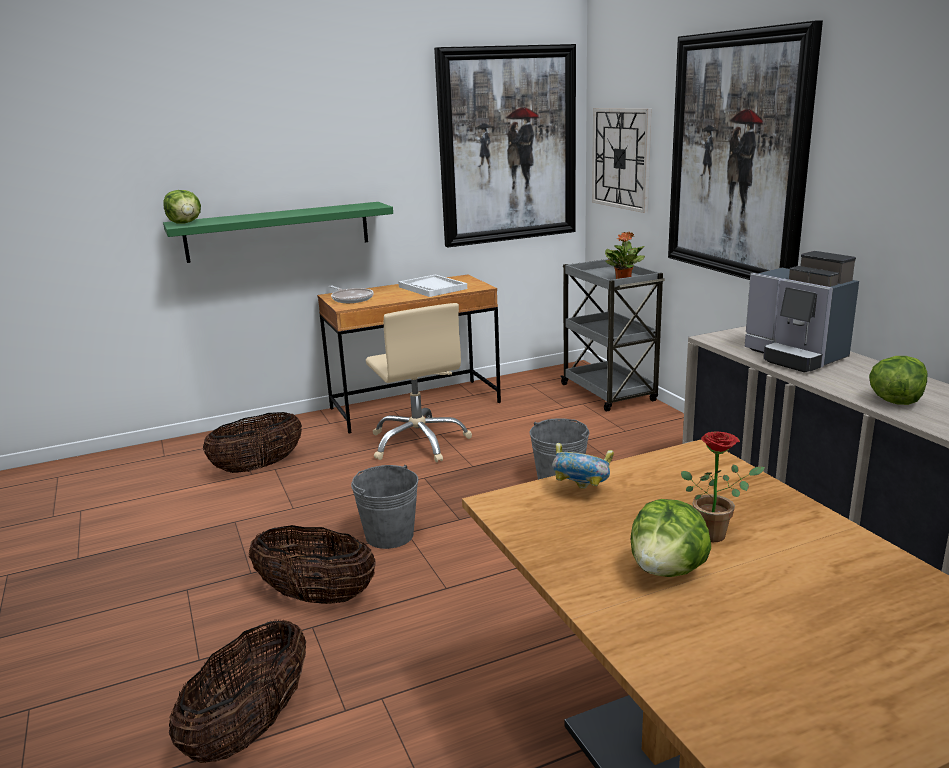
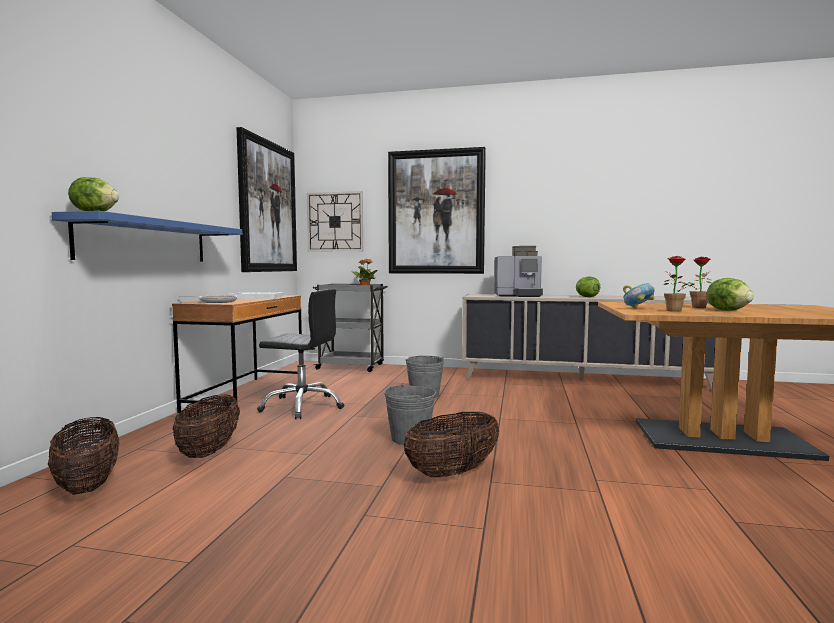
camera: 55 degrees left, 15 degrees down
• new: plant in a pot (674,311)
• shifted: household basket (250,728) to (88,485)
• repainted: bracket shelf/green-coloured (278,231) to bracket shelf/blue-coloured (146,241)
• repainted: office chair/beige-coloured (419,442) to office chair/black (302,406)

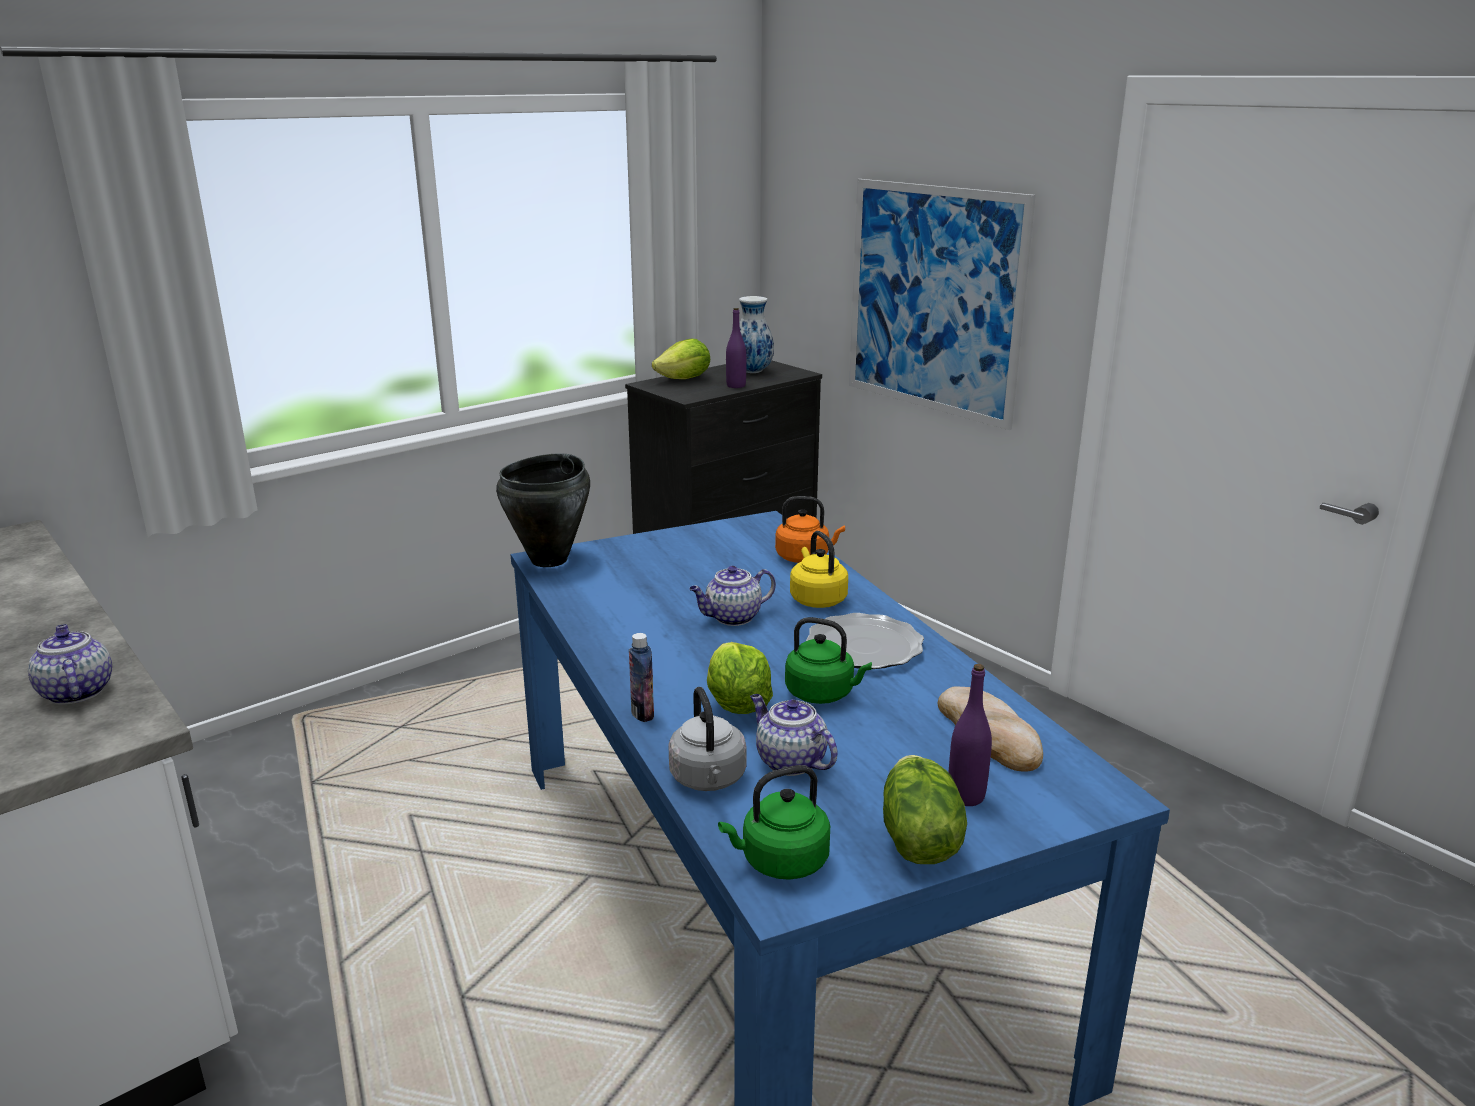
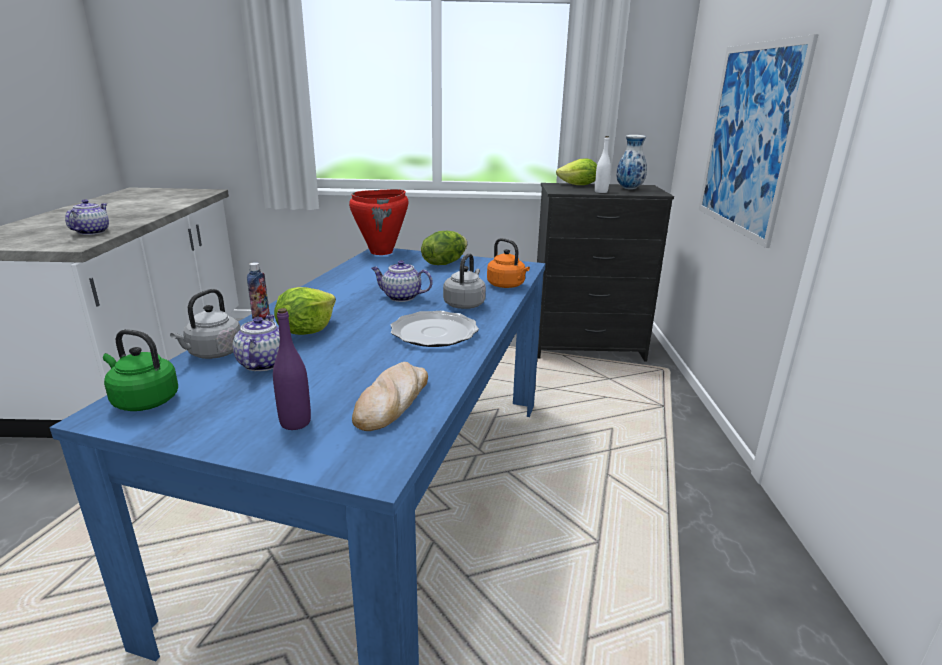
camera: 40 degrees right, 0 degrees up
• gone: kettle/green-coloured (823,694)
• shifted: lettuce (917,839) to (444,263)
• repainted: cooking pot/black (550,560) to cooking pot/red (382,252)
• repainted: drink bottle/purplish (736,386) to drink bottle/white-coloured (601,192)
• repainted: kettle/yellow-coloured (816,599) to kettle/grey (465,304)

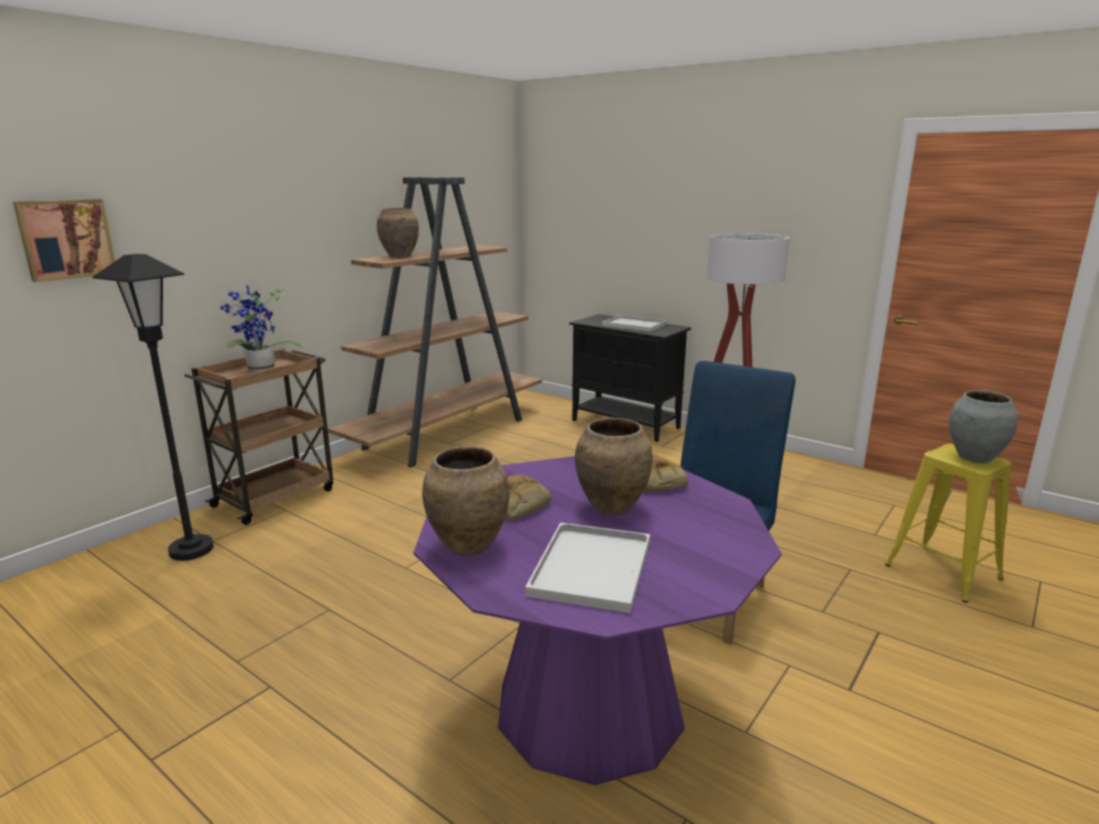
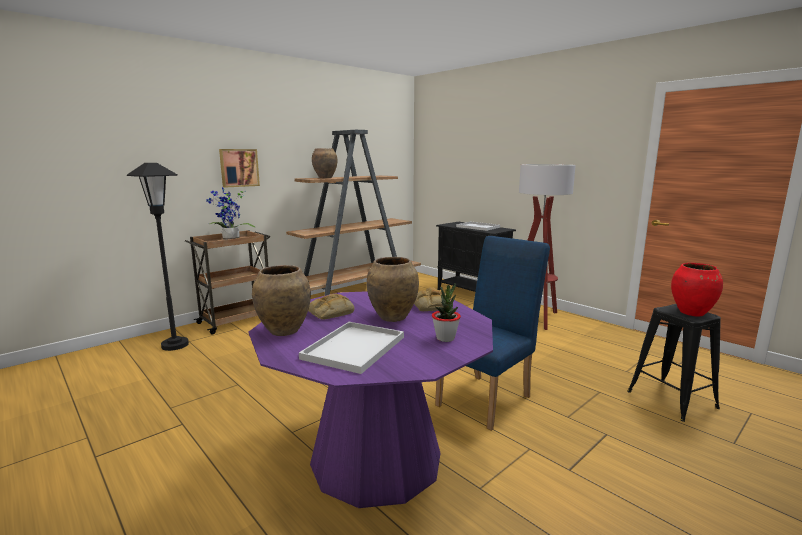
camera: 10 degrees right, 5 degrees down
• new: plant in a pot (445,338)
• shifted: wall art (66,239) to (239,168)
• repainted: sitting stool/yellow-coloured (943,572) to sitting stool/black (671,400)
• repainted: flower vase/grey (975,458) to flower vase/red (692,313)

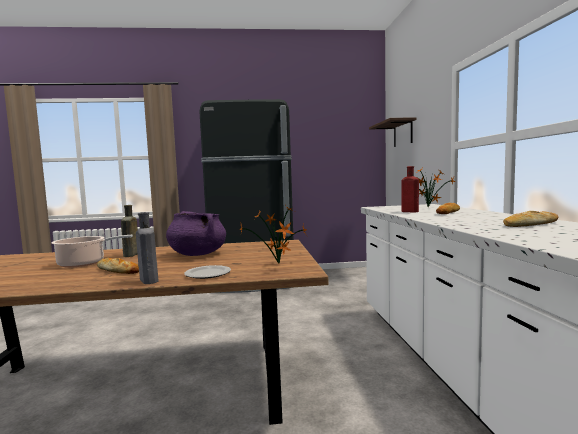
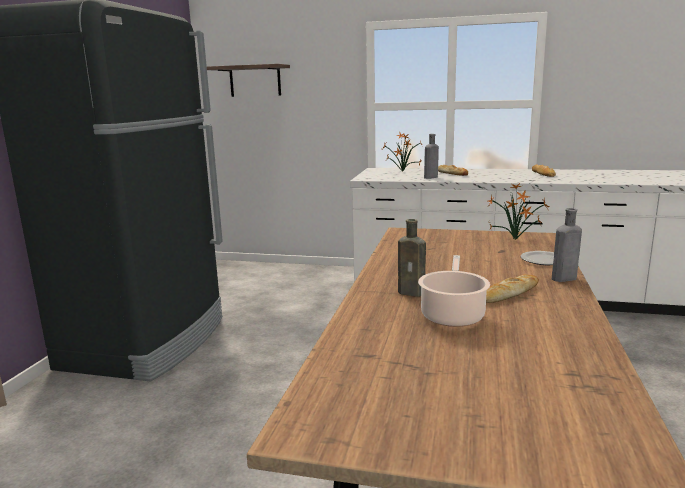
camera: 70 degrees left, 10 degrees up
• gone: cooking pot/purplish (197,254)
• repainted: drink bottle/red (408,211) to drink bottle/grey (430,177)

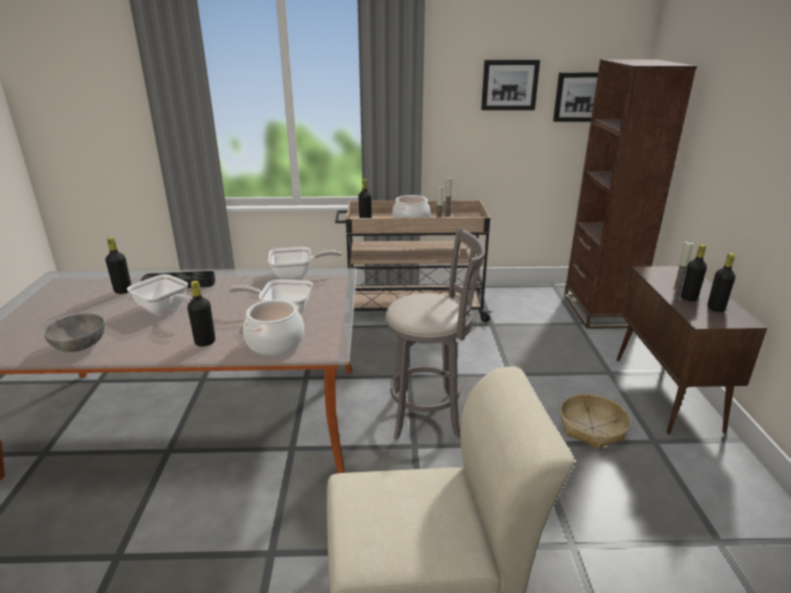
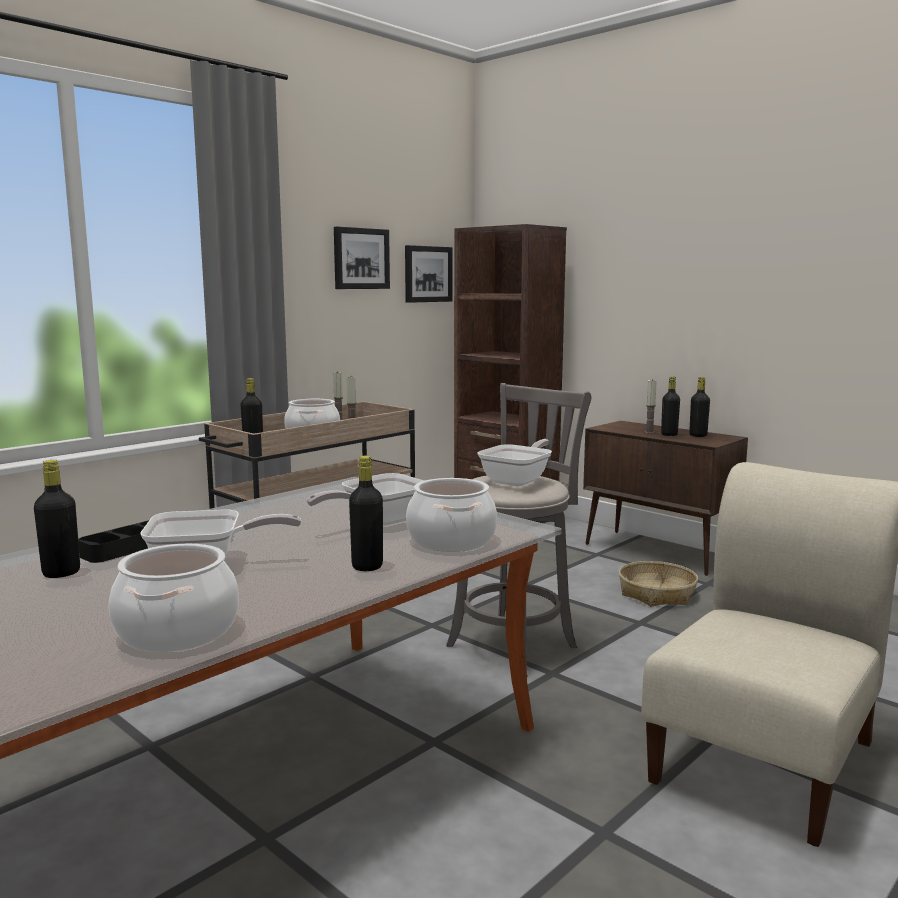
camera: 45 degrees left, 15 degrees down
• shifted: pan (297,274) to (519,480)
• swapped: serving bowl/grey (79,345) to cooking pot (177,631)

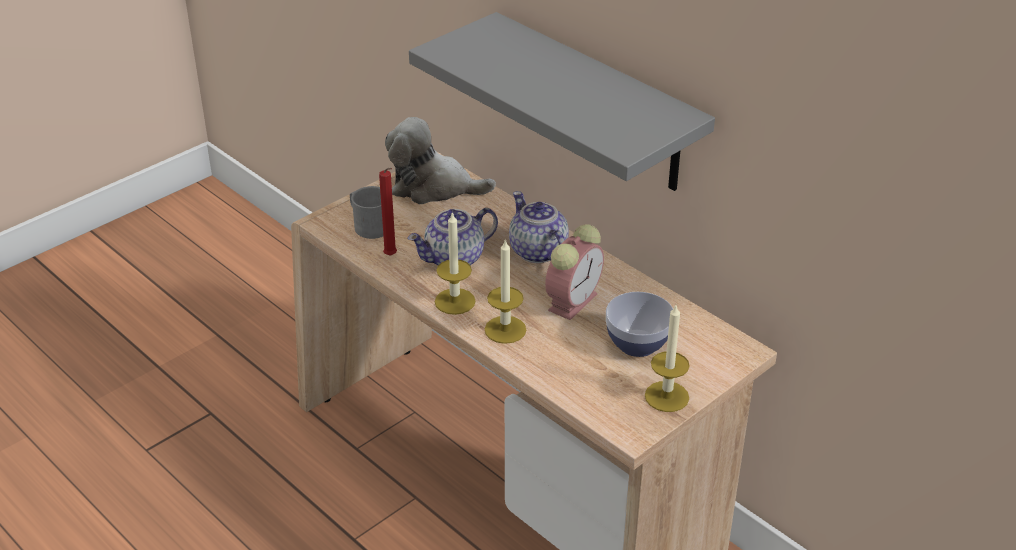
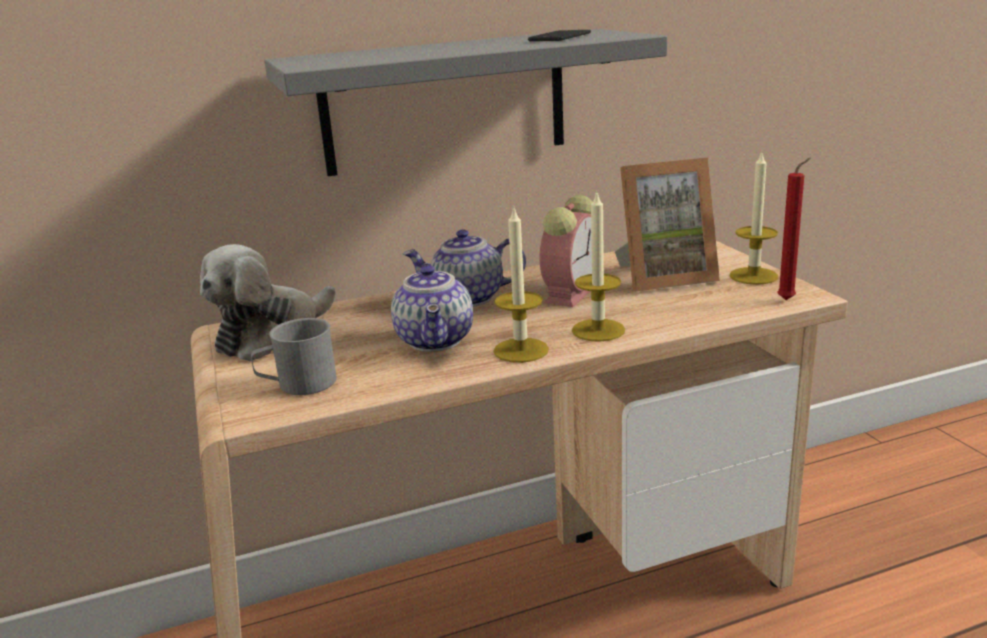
camera: 65 degrees left, 15 degrees down
• new: handset (560,37)
• shifted: wax candle/red (391,256) to (788,299)
• swapped: serving bowl (637,344) to picture frame (664,277)
• rotated: bedside clock (573,300) = (571,293) 60 degrees clockwise

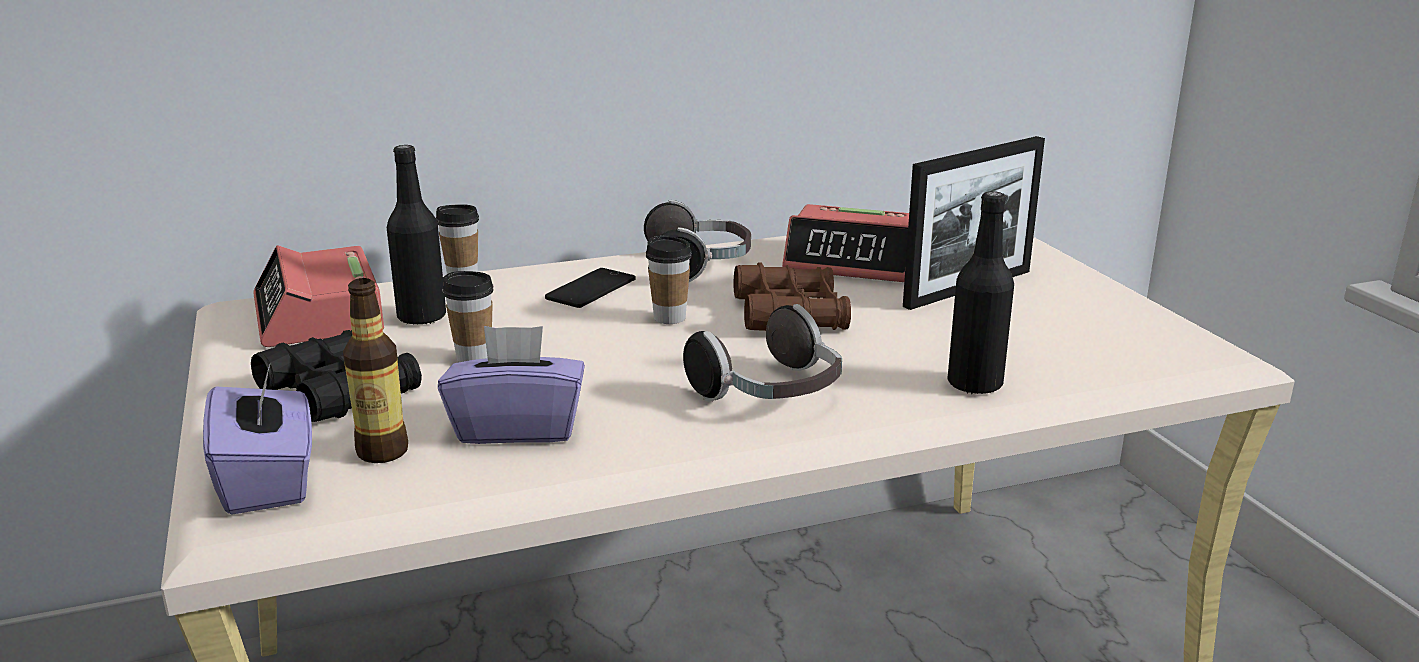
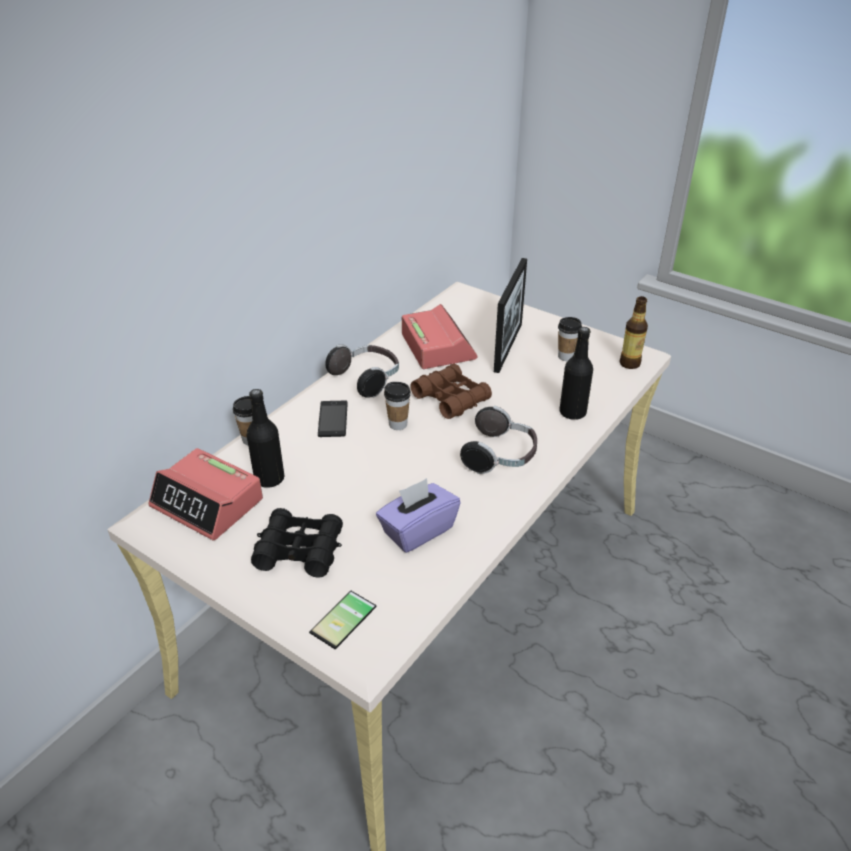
camera: 35 degrees left, 15 degrees up
• shifted: drink bottle (382,452) to (629,363)
• shifted: small cup (474,358) to (566,356)
• swapped: tissue holder/purplish (269,481) to handset (346,621)
• rotated: bedside clock (853,262) = (437,346) 90 degrees counterclockwise

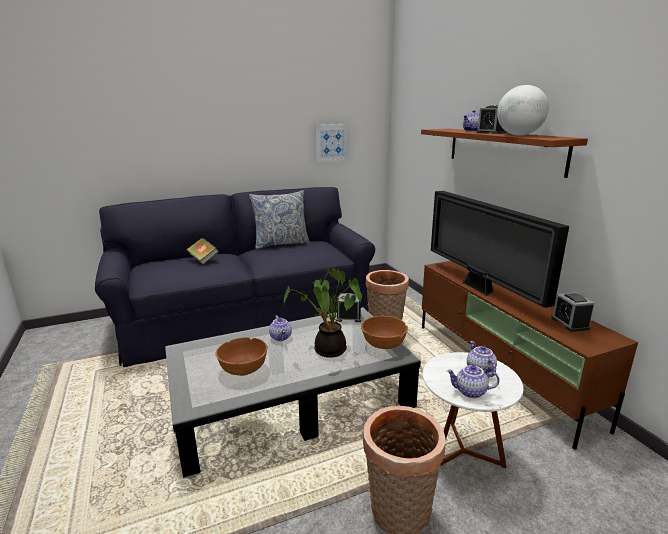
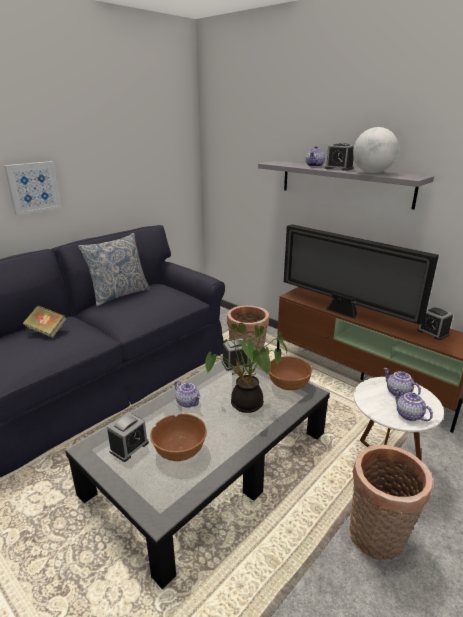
camera: 25 degrees left, 5 degrees up
• new: bedside clock (129,447)
• shifted: wall art (331,143) to (33,187)
• repainted: bracket shelf/brown (503,149) to bracket shelf/grey (344,183)
• rotated: pot for tea (470,392) = (408,415) 75 degrees clockwise

